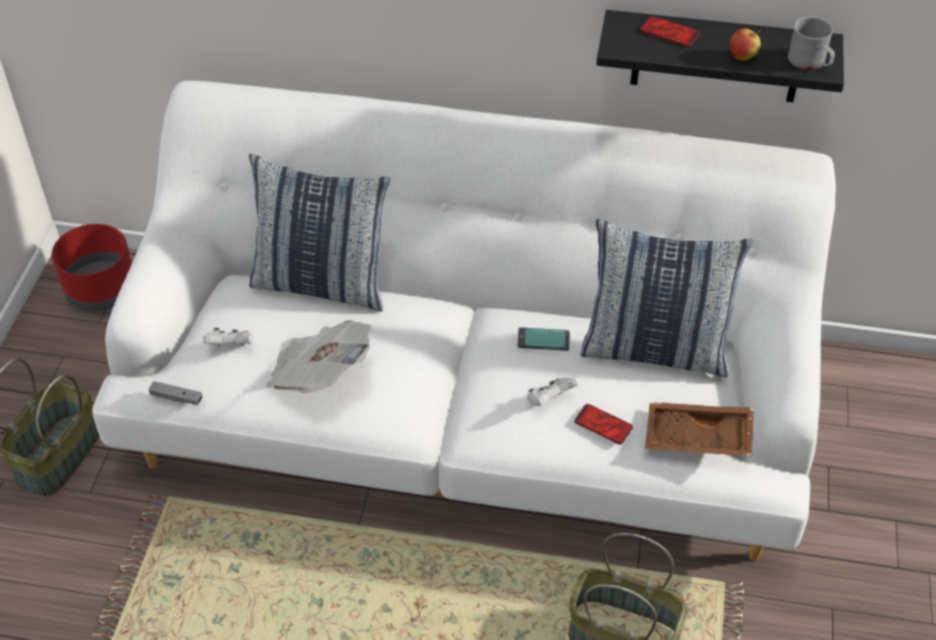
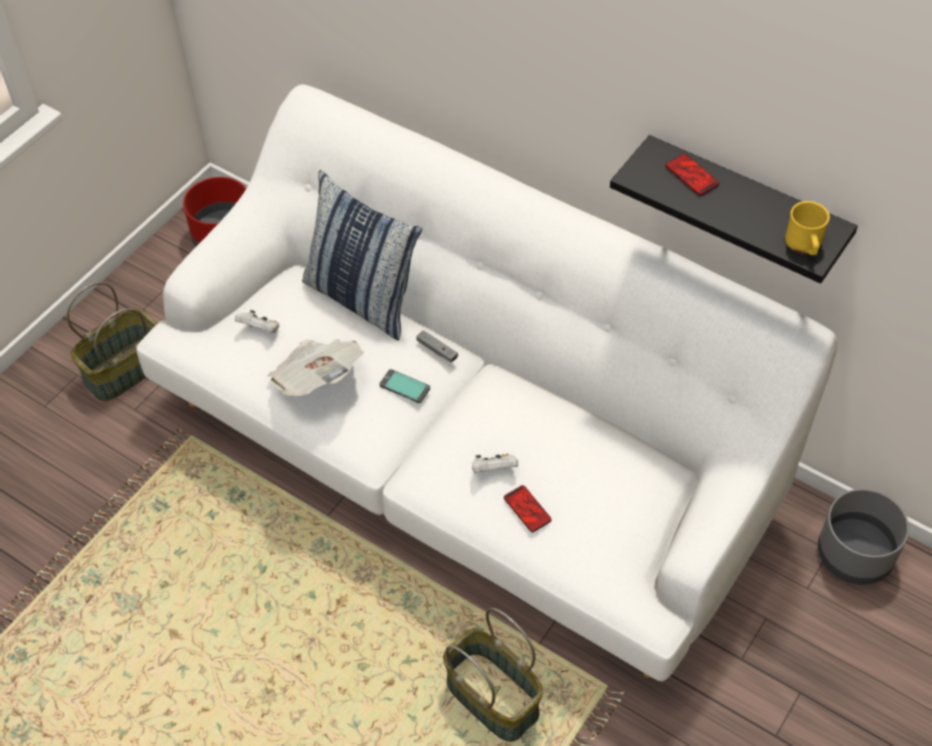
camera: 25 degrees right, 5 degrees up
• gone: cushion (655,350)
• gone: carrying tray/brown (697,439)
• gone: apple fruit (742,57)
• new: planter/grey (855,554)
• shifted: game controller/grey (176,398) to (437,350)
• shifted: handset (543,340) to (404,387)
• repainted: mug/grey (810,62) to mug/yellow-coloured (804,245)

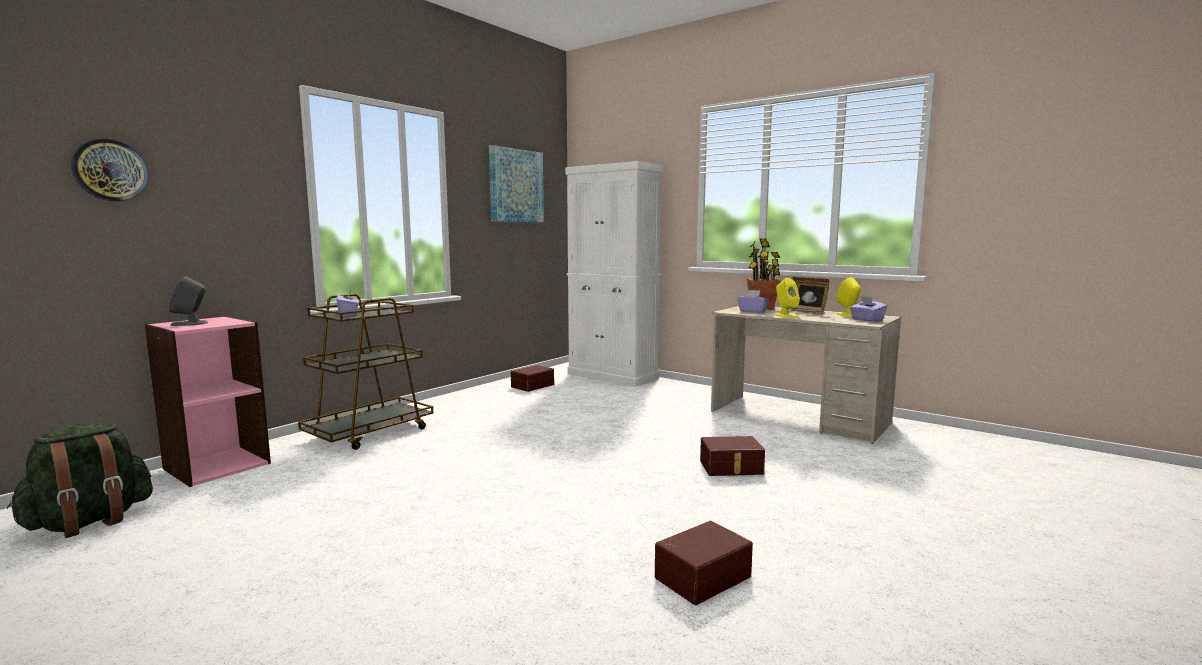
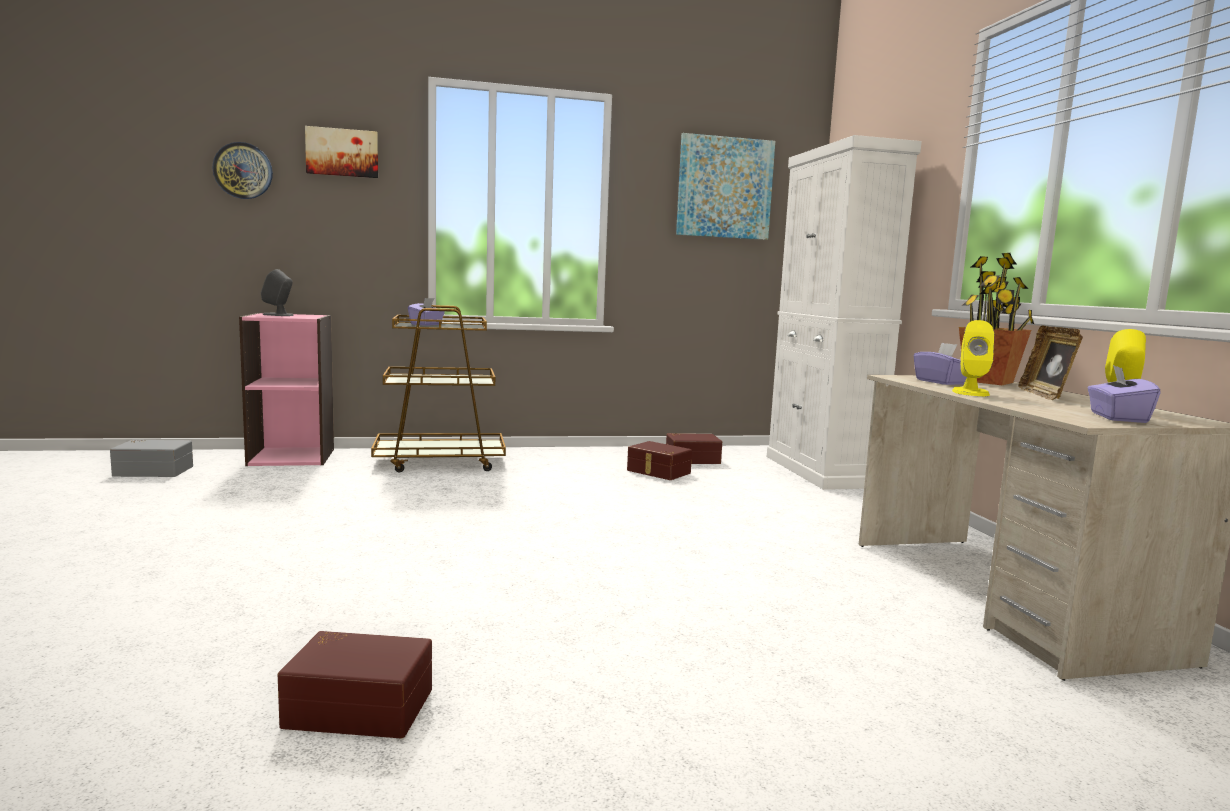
camera: 40 degrees right, 0 degrees up
• new: wall art (342,152)
• shifted: storage bin/brown (731,468) to (658,472)
• swapped: knapsack/green-coloured (89,522) to storage bin/grey (154,470)

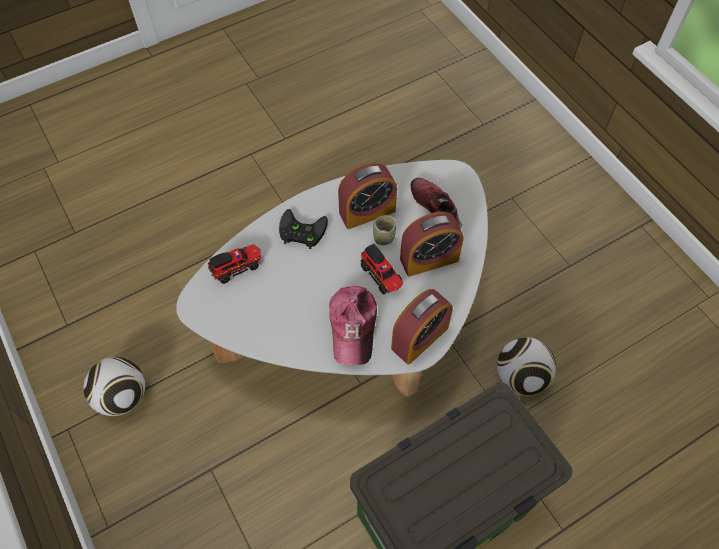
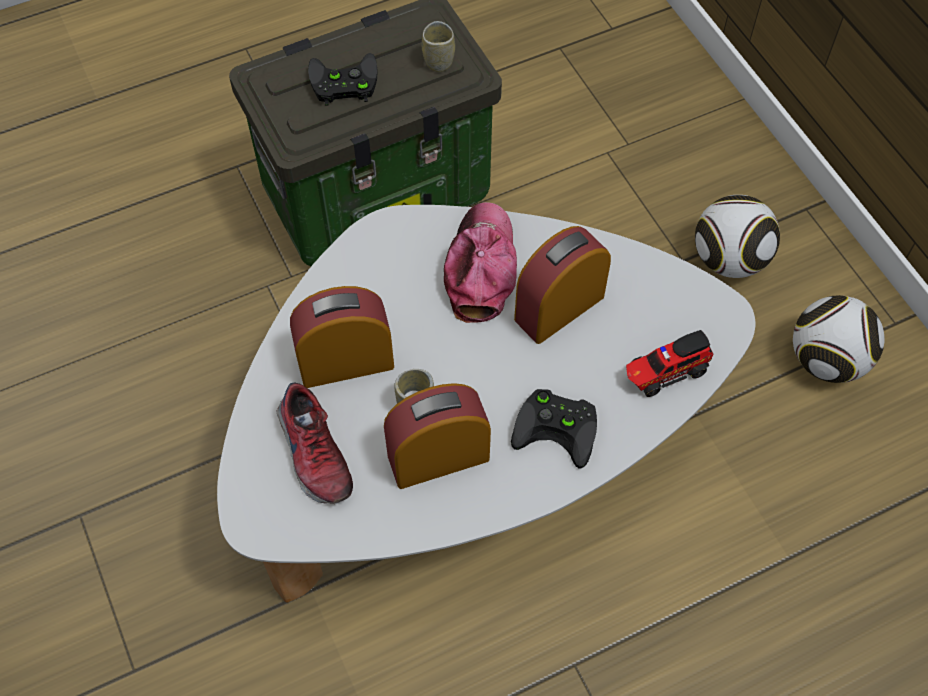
camera: 175 degrees left, 0 degrees up
• gone: toy truck (382,276)
• new: game controller/black (342,84)
• new: small cup (438,61)
• shifted: bedside clock (419,338) to (559,308)
• shifted: football ball (521,377) to (728,259)

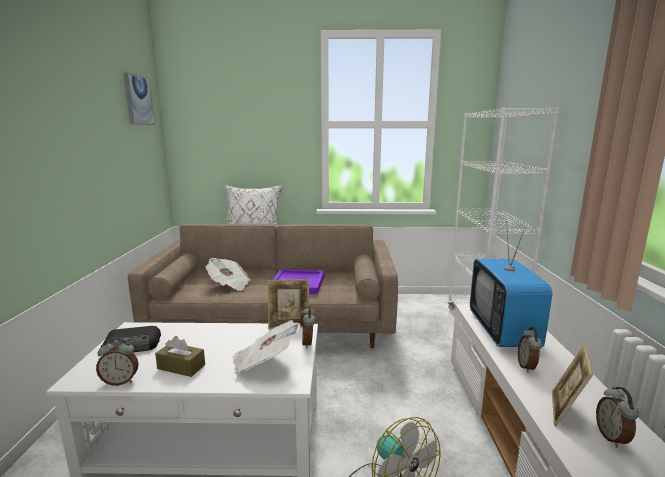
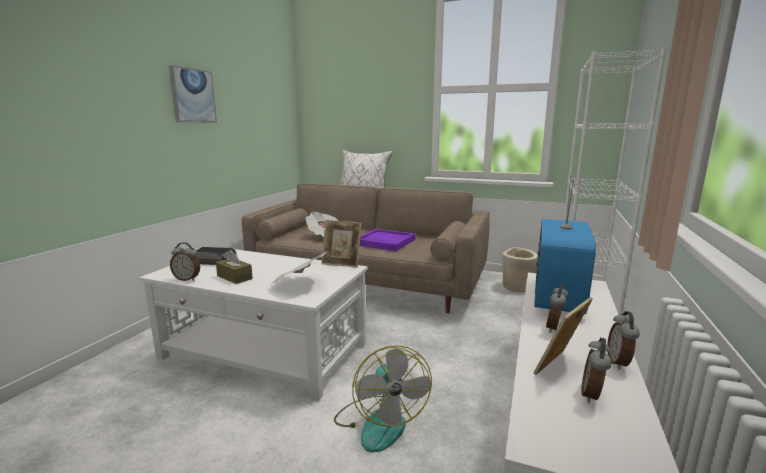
camera: 20 degrees right, 0 degrees up
• new: planter/beige-coloured (517,286)
• shifted: wall art (138,100) to (193,95)
• shifted: bedside clock (309,343) to (619,363)

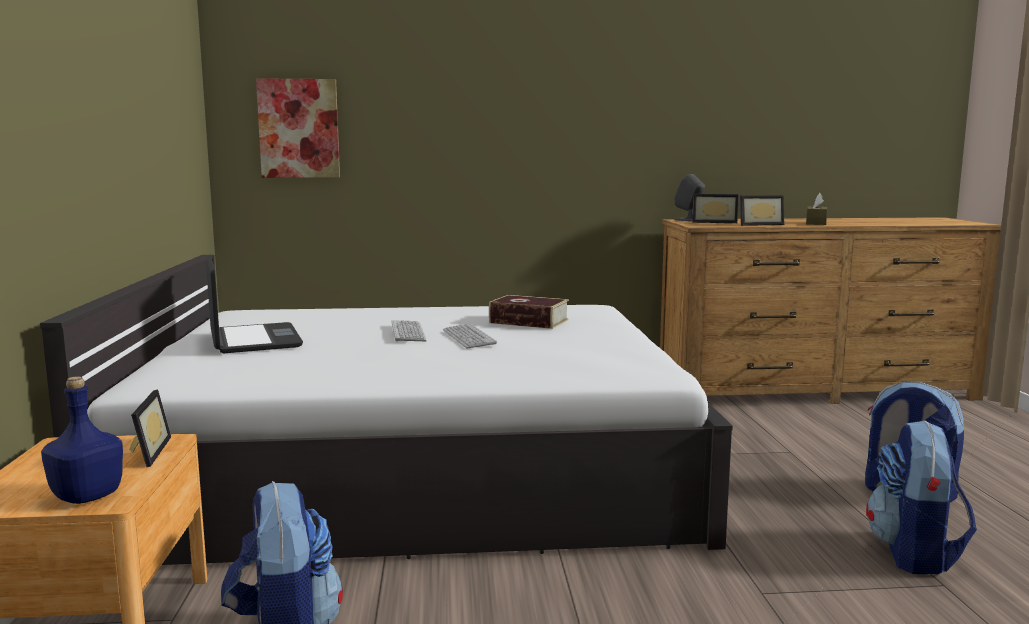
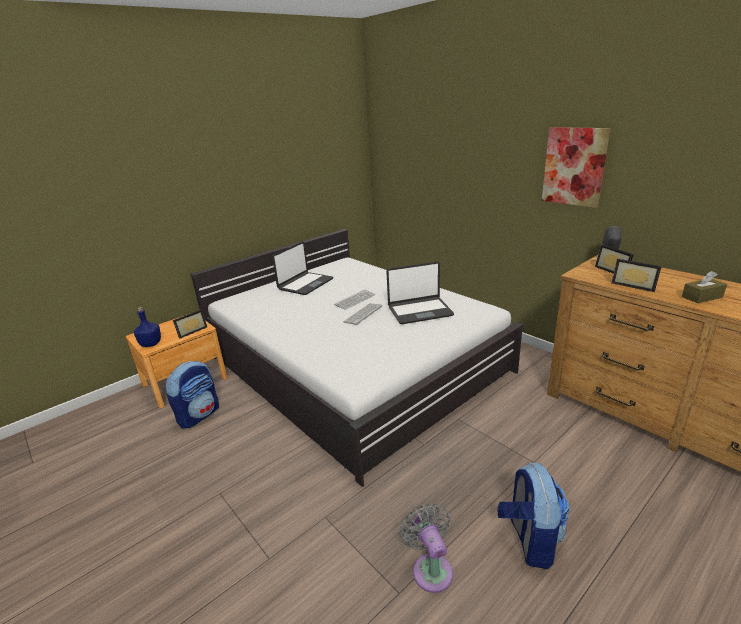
camera: 55 degrees right, 15 degrees up
• shifted: wall art (299,128) to (574,166)
• swapped: volume (529,321) to laptop (420,311)
• swapped: knapsack (915,554) to cooling fan/grey (430,568)

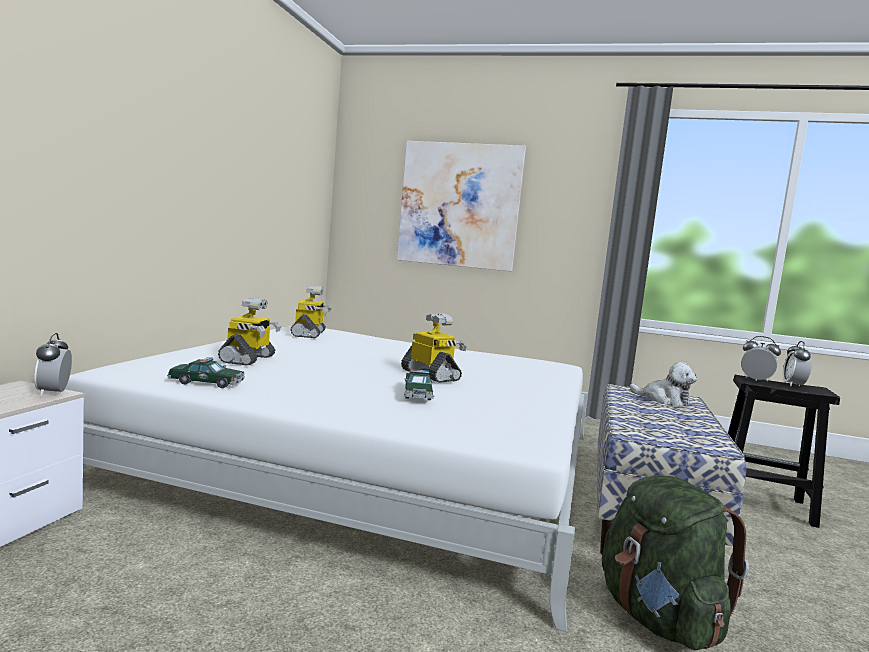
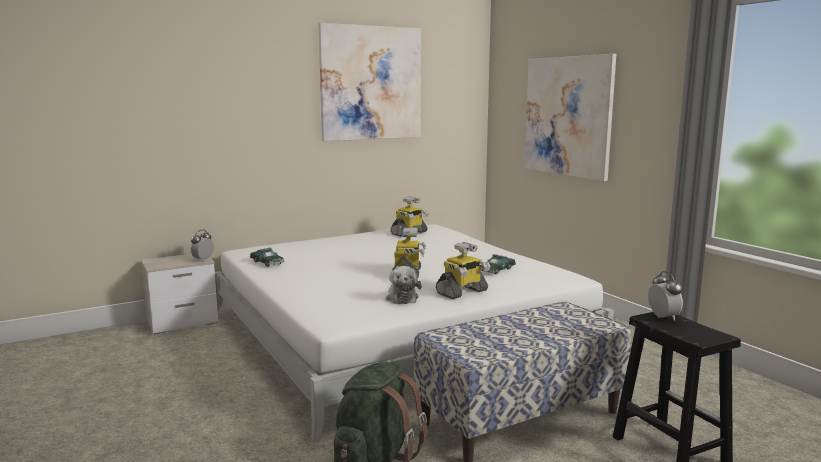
camera: 45 degrees right, 5 degrees up
• gone: bedside clock (793,385)
• new: wall art (371,83)
• shifted: robot figure (248,359) to (462,292)
• shifted: model car (417,393) to (497,270)
• shifted: soft toy (664,400) to (402,298)

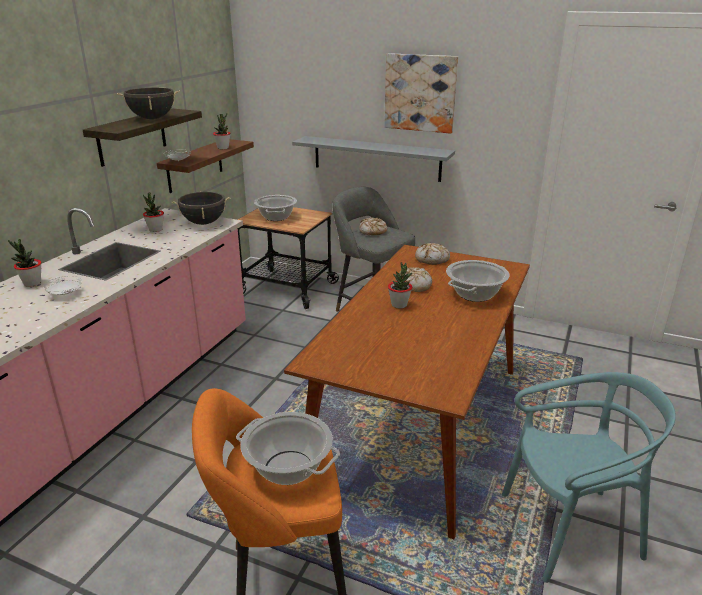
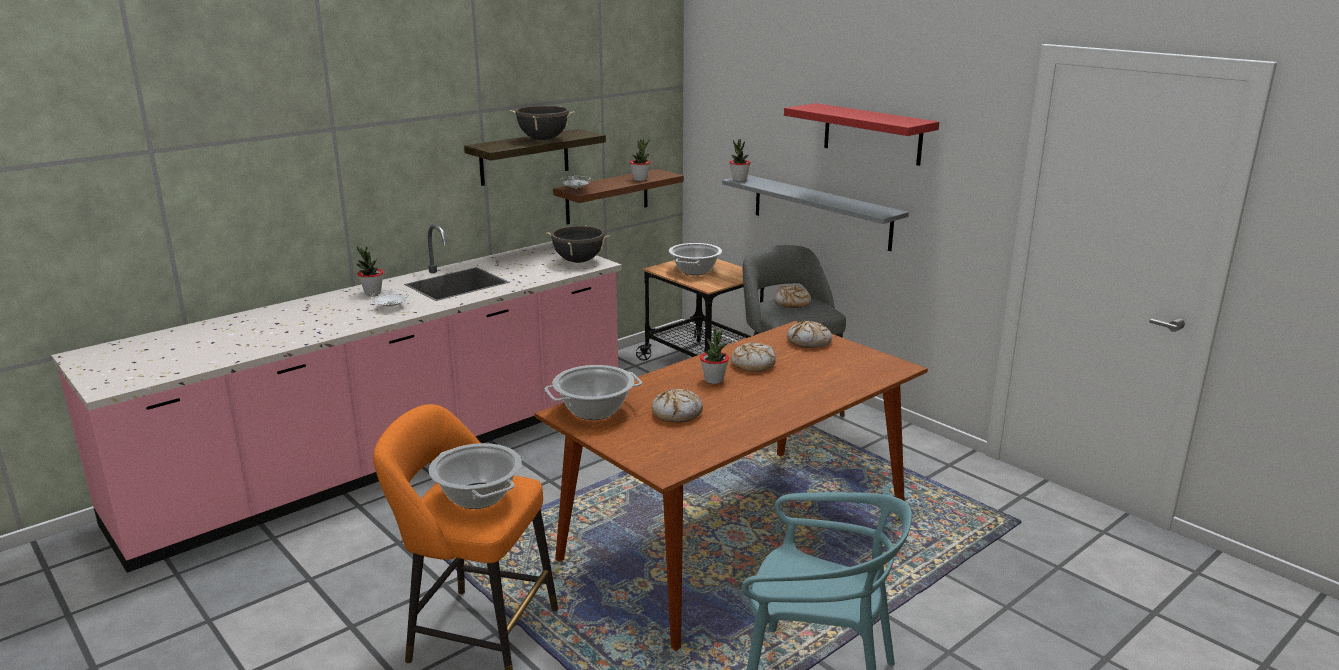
camera: 25 degrees right, 5 degrees down
• new: bakery bread (677,413)
• shifted: plant in a pot (155,230) to (739,180)
• shifted: cooking pot (475,294) to (594,410)
• swapped: wall art (420,93) to bracket shelf/red (872,134)

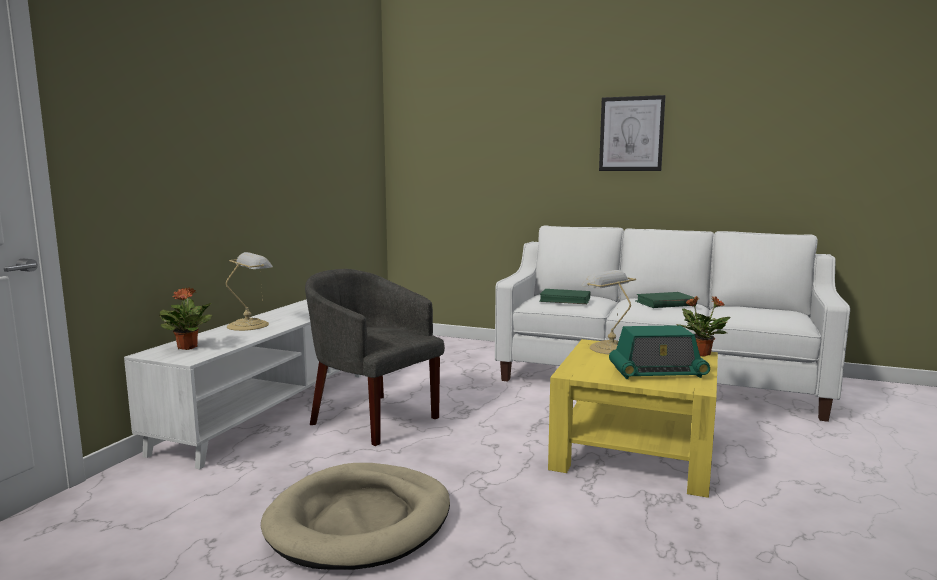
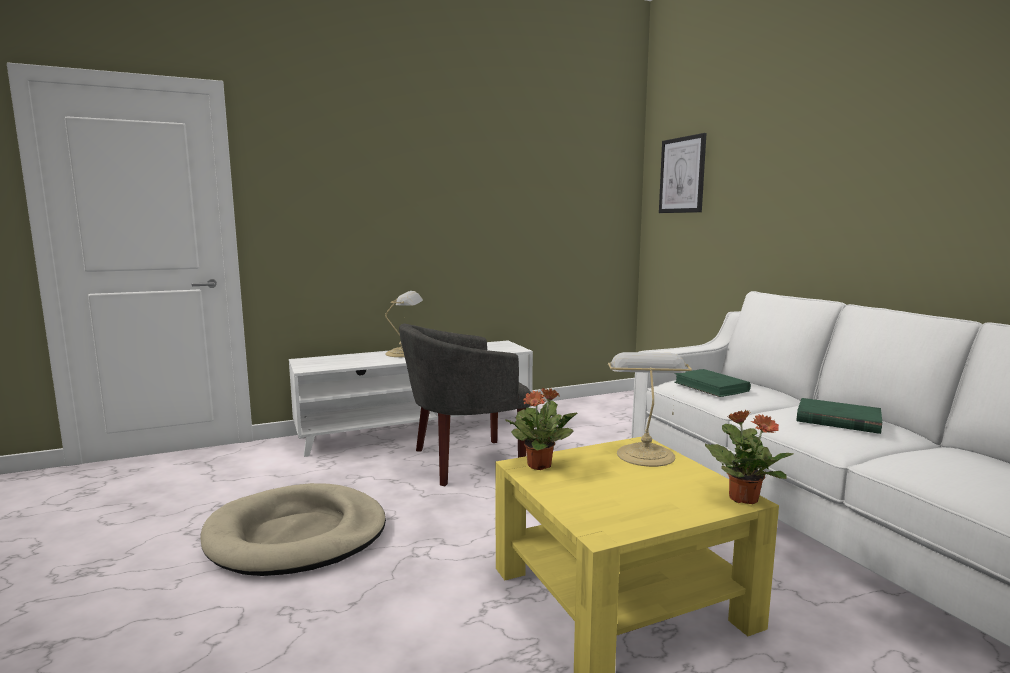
camera: 45 degrees right, 0 degrees up
• gone: radio set (657,372)
• shifted: plant in a pot (188,347) to (540,465)
• shifted: wall art (631,134) to (682,175)
• rotated: easy chair/grey (372,418) = (463,461) 105 degrees counterclockwise

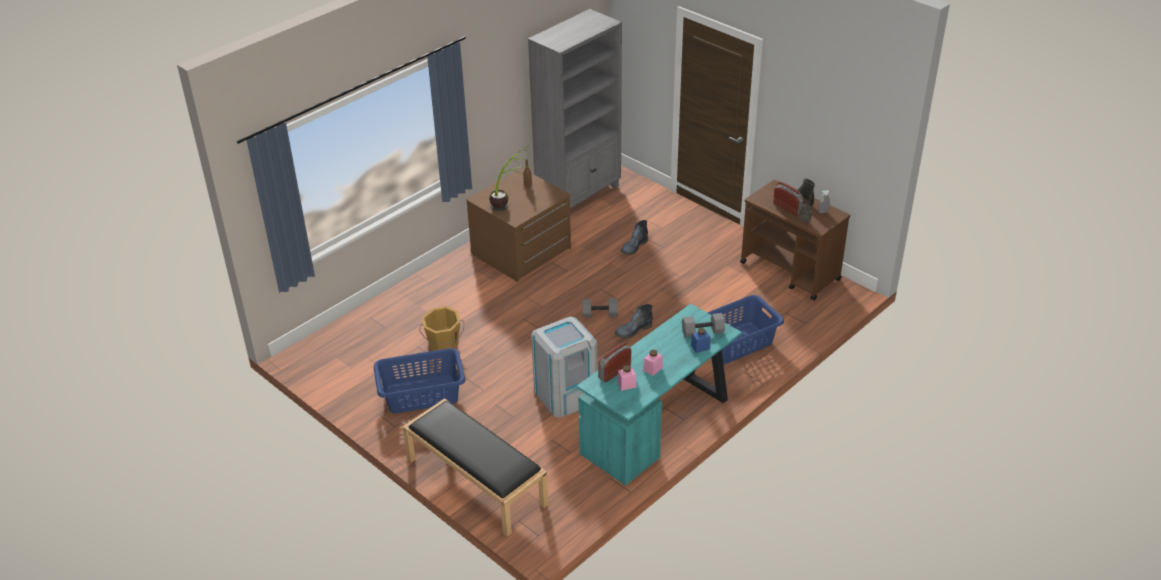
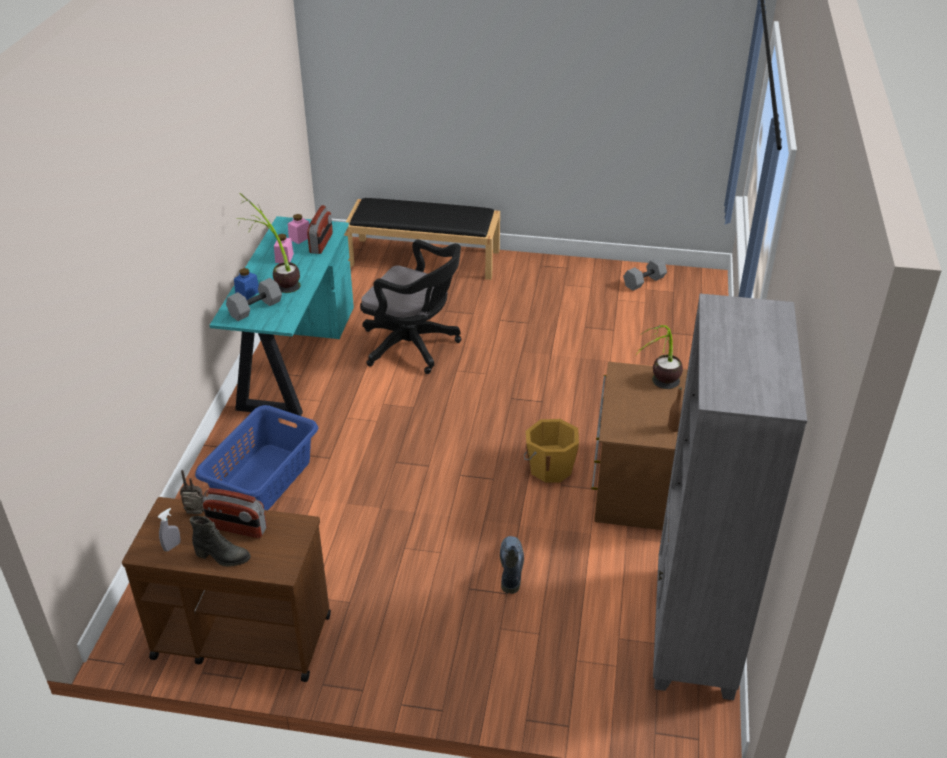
camera: 145 degrees right, 0 degrees up
• gone: hamper/blue-coloured (422,395)
• gone: boot (633,331)
• new: plant in a pot (276,280)
• shifted: bucket/orange-coloured (443,343) to (550,468)
• shifted: free weight/grey (599,314) to (644,281)
• swapped: trash can/grey (565,395) to office chair/black (414,347)

